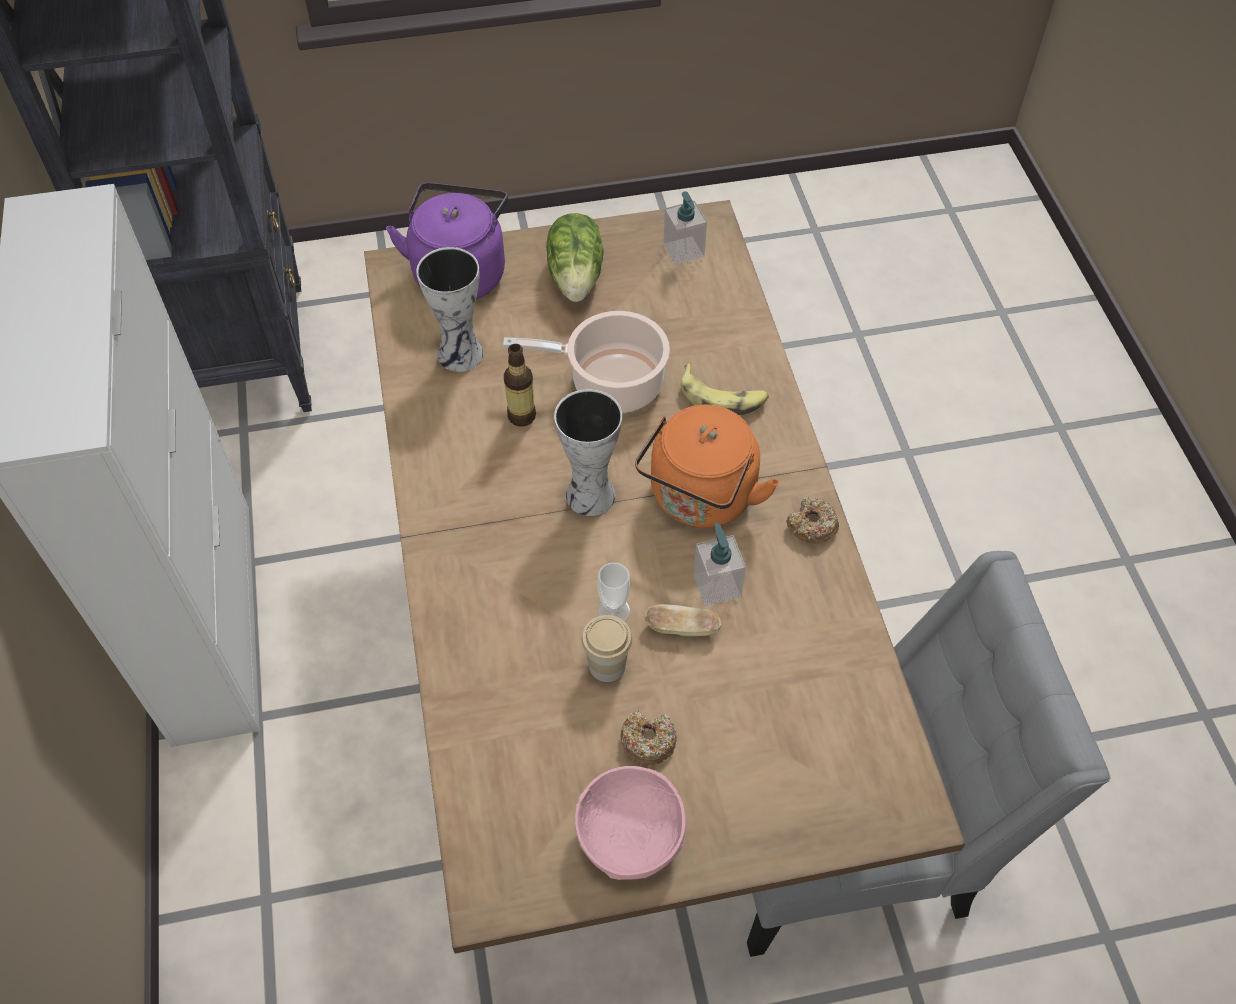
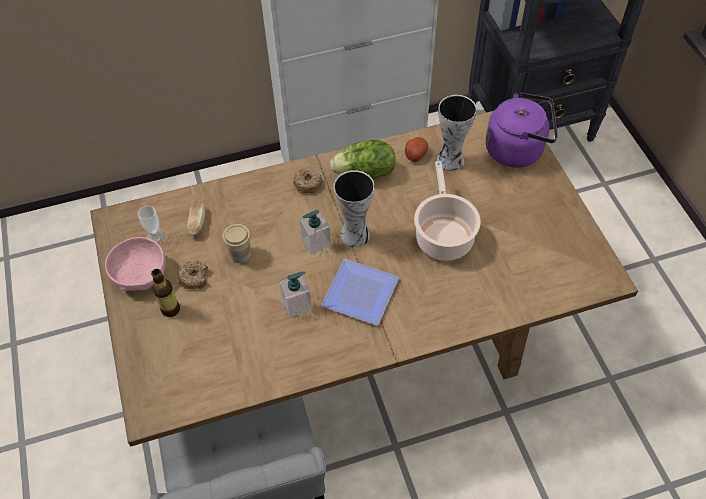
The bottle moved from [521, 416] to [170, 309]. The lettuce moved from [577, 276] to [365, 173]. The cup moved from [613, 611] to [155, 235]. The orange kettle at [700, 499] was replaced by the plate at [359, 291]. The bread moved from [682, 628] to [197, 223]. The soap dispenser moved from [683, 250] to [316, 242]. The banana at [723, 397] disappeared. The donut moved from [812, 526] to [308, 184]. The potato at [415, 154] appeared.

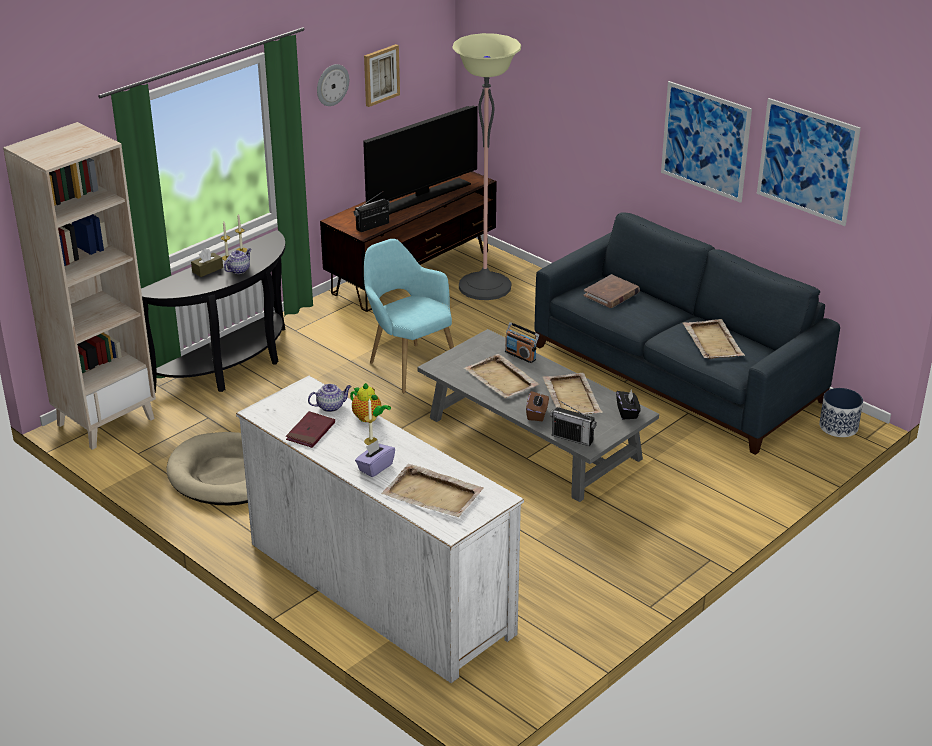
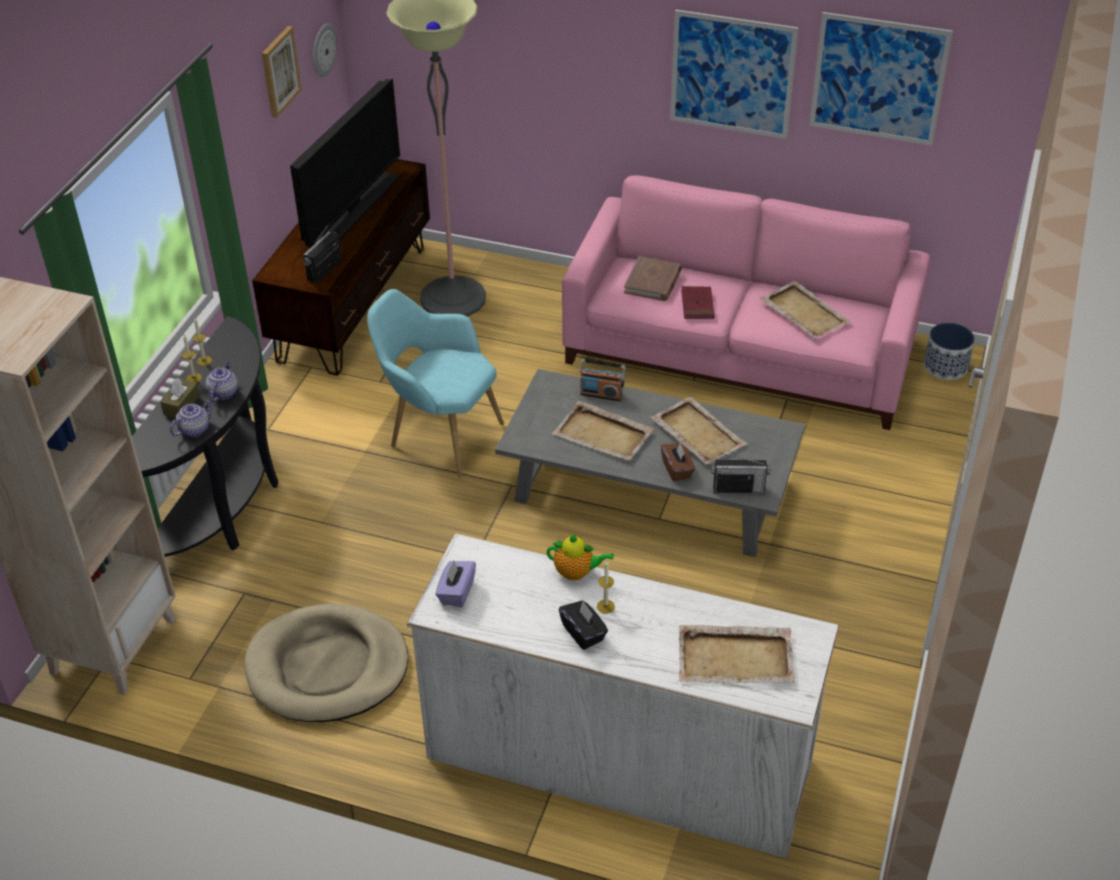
The red book moved from [310, 432] to [697, 305]. The teapot moved from [331, 406] to [195, 429]. The wall clock moved from [332, 84] to [323, 50]. The purple tissue box moved from [375, 467] to [456, 592]. The blue sofa at [676, 374] became the pink sofa at [740, 352]. The black tissue box moved from [627, 412] to [583, 633].

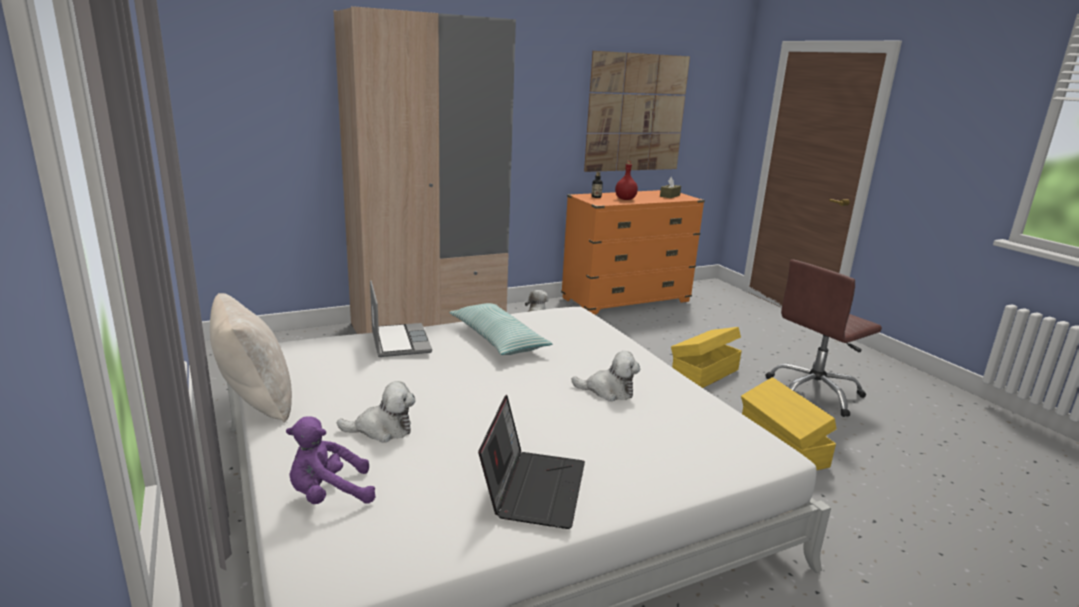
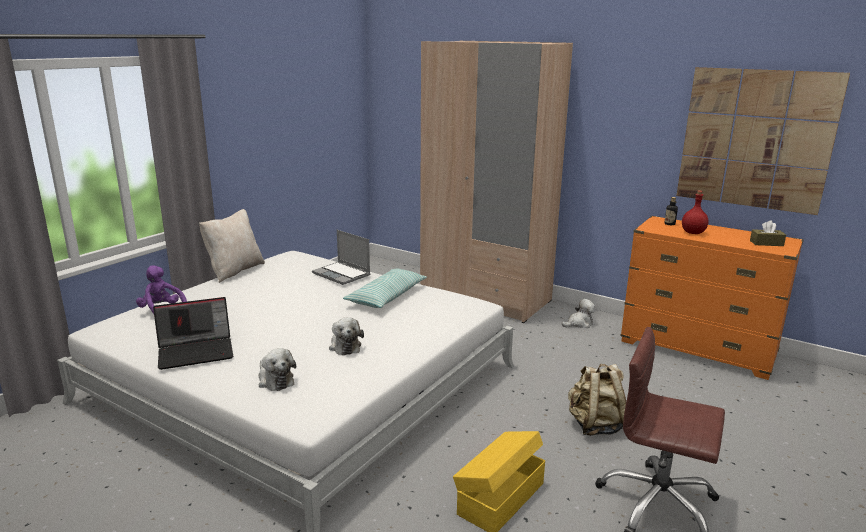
The plush toy moved from [382, 430] to [275, 380]. The laptop at [399, 341] turned 90 degrees clockwise. The yellow storage box at [703, 373] was replaced by the beige backpack at [595, 426].

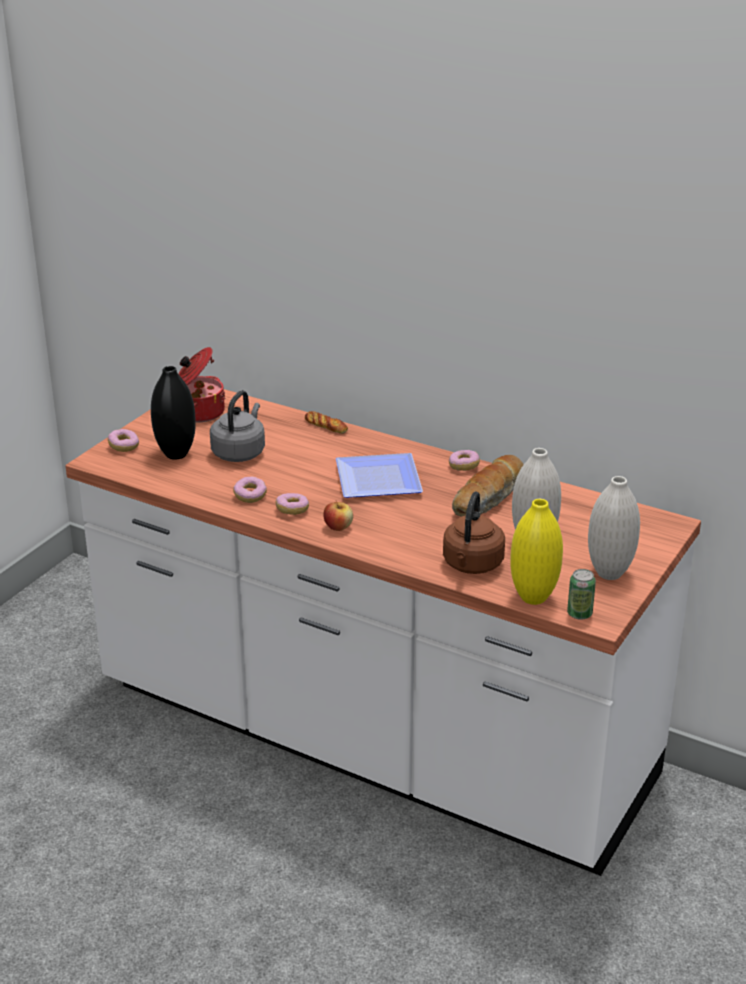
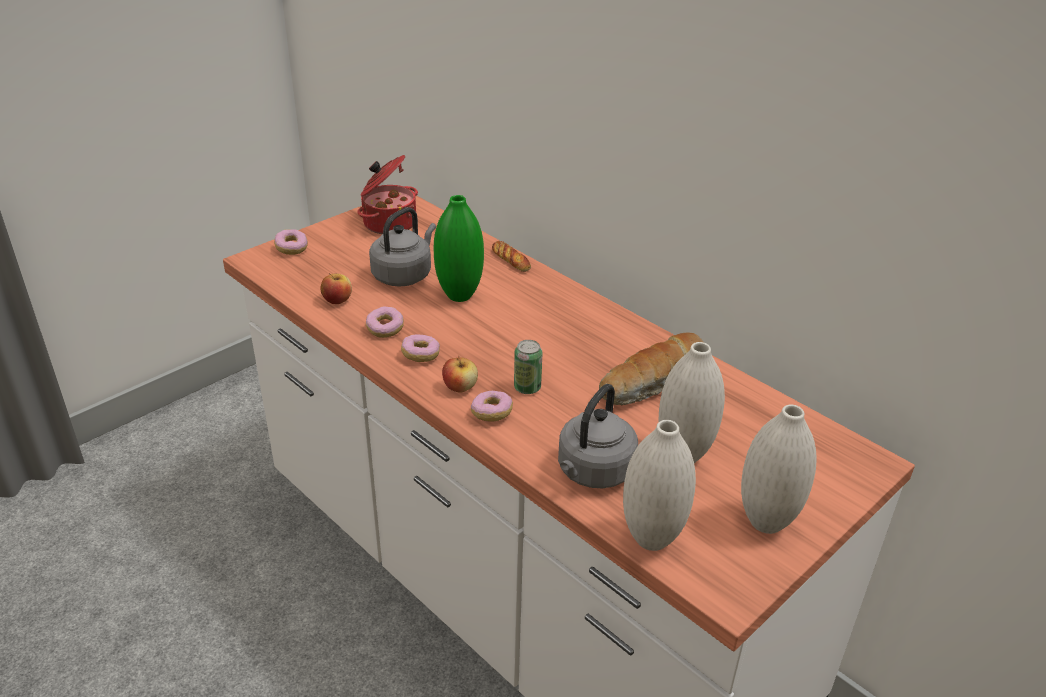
The black vase at [176, 454] disappeared. The plate at [380, 478] disappeared. The brown kettle at [472, 565] became the grey kettle at [593, 472]. The donut moved from [464, 466] to [491, 413]. The yellow vase at [533, 598] became the white vase at [651, 539]. The can moved from [579, 614] to [527, 388]. The apple at [337, 300] appeared. The green vase at [459, 295] appeared.

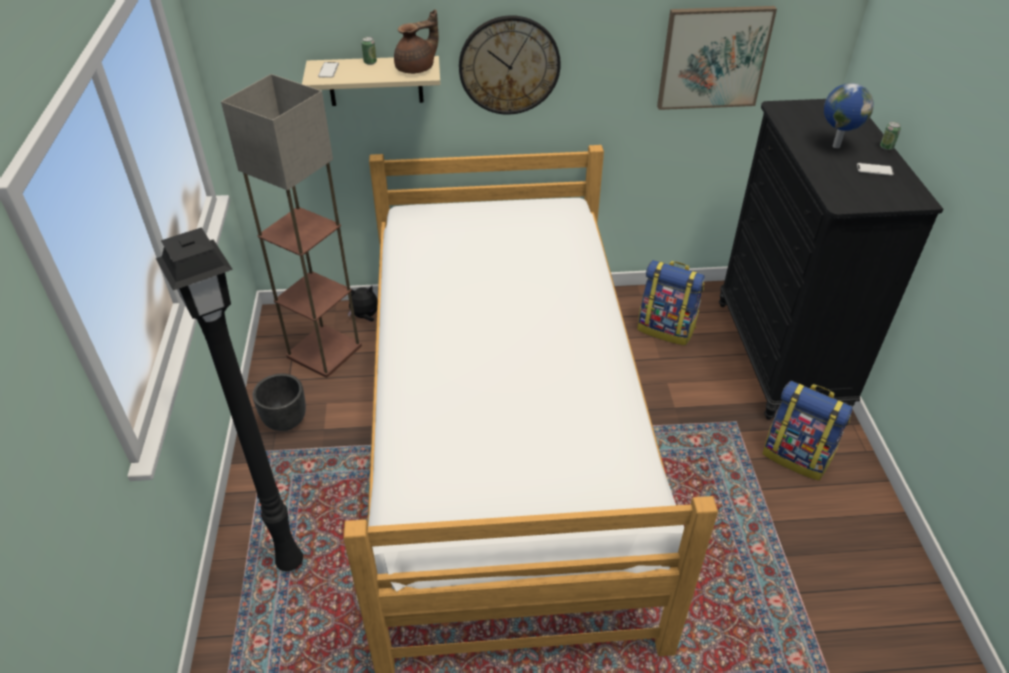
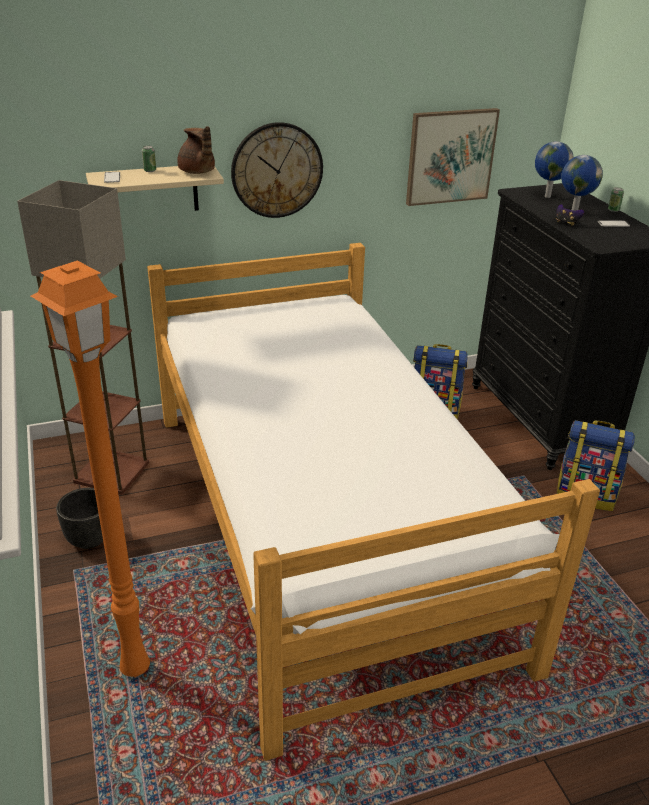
The black floor lamp at [289, 564] became the orange floor lamp at [135, 671]. The plush toy at [365, 317] disappeared. The brown teapot at [417, 68] turned 105 degrees clockwise. The globe at [546, 196] appeared. The game controller at [566, 223] appeared.

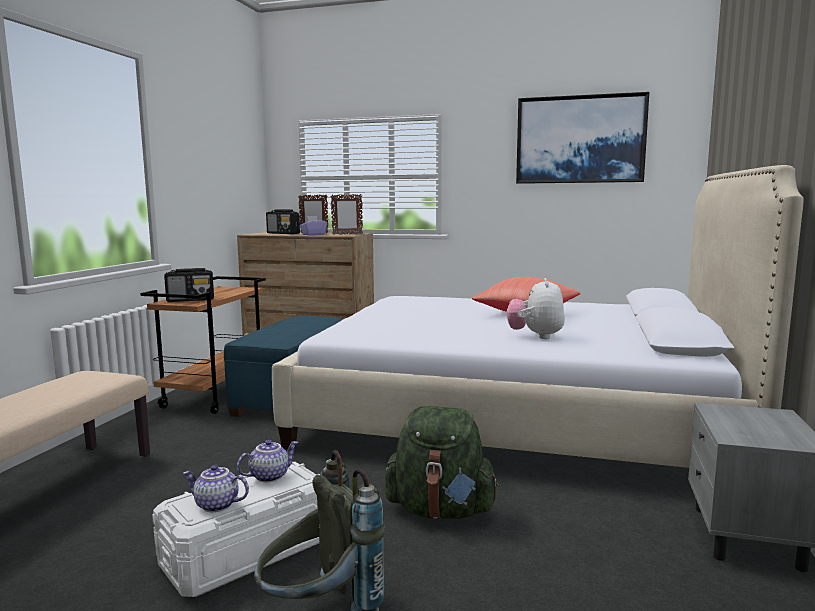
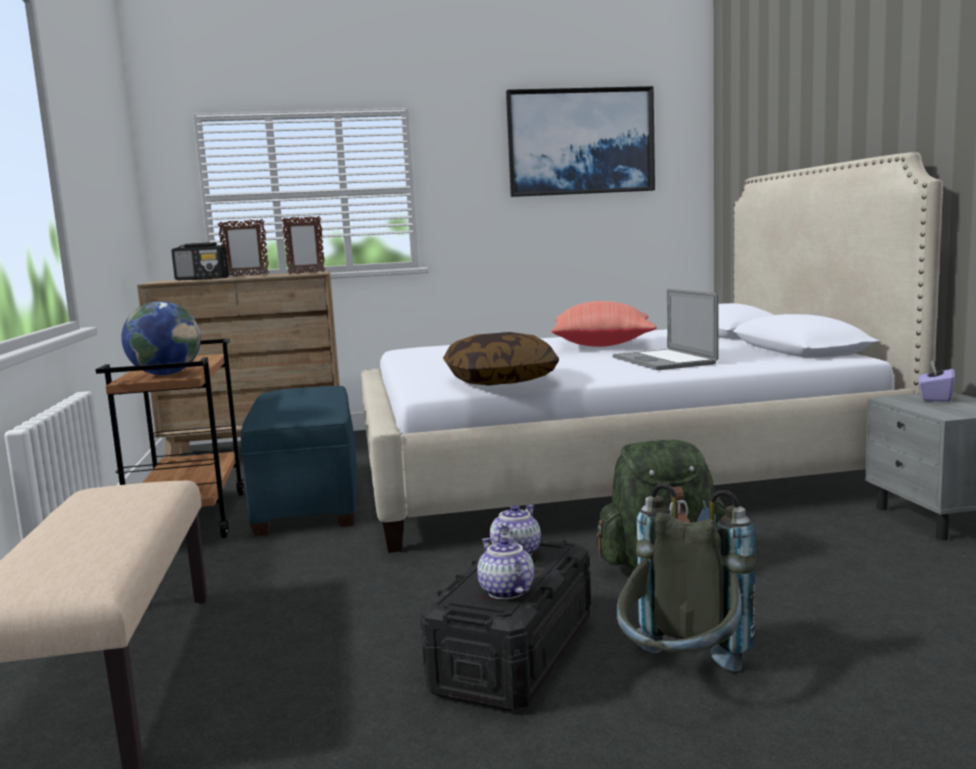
The white storage box at [247, 552] became the black storage box at [514, 654]. The radio at [191, 300] was replaced by the globe at [166, 374]. The teapot at [216, 505] turned 75 degrees clockwise. The purple tissue box moved from [313, 234] to [935, 398]. The plush toy at [535, 336] was replaced by the laptop at [663, 360]. The pillow at [500, 380] appeared.

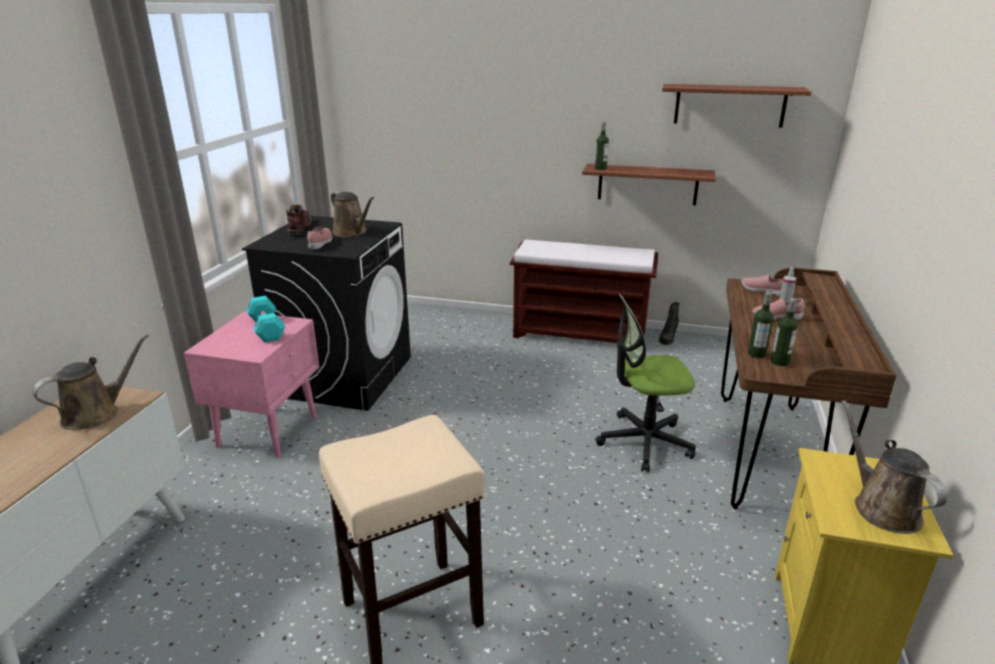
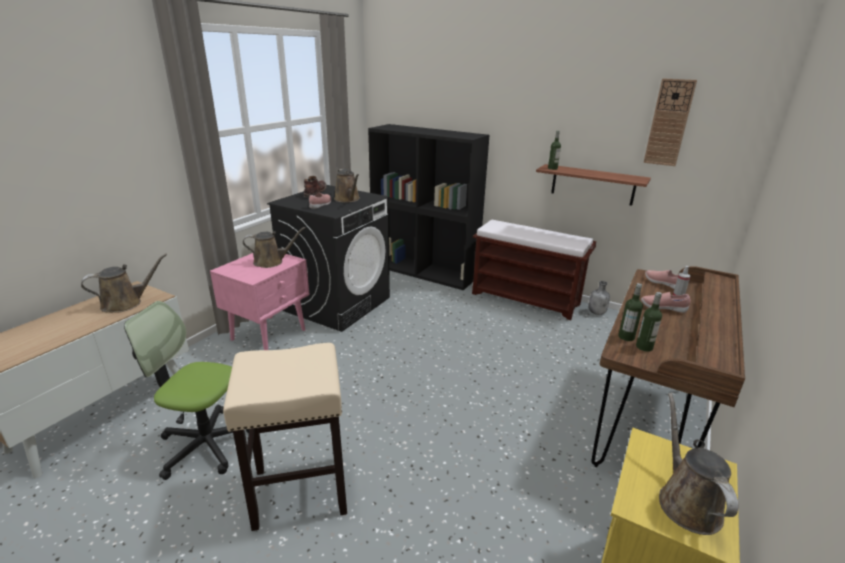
The turquoise dumbbell at [267, 329] was replaced by the brown watering can at [271, 262]. The office chair moved from [644, 442] to [206, 444]. The black boot at [667, 339] was replaced by the grey bottle at [597, 313]. The shelf at [729, 105] was replaced by the wall clock at [669, 123]. The black bookcase at [425, 271] appeared.

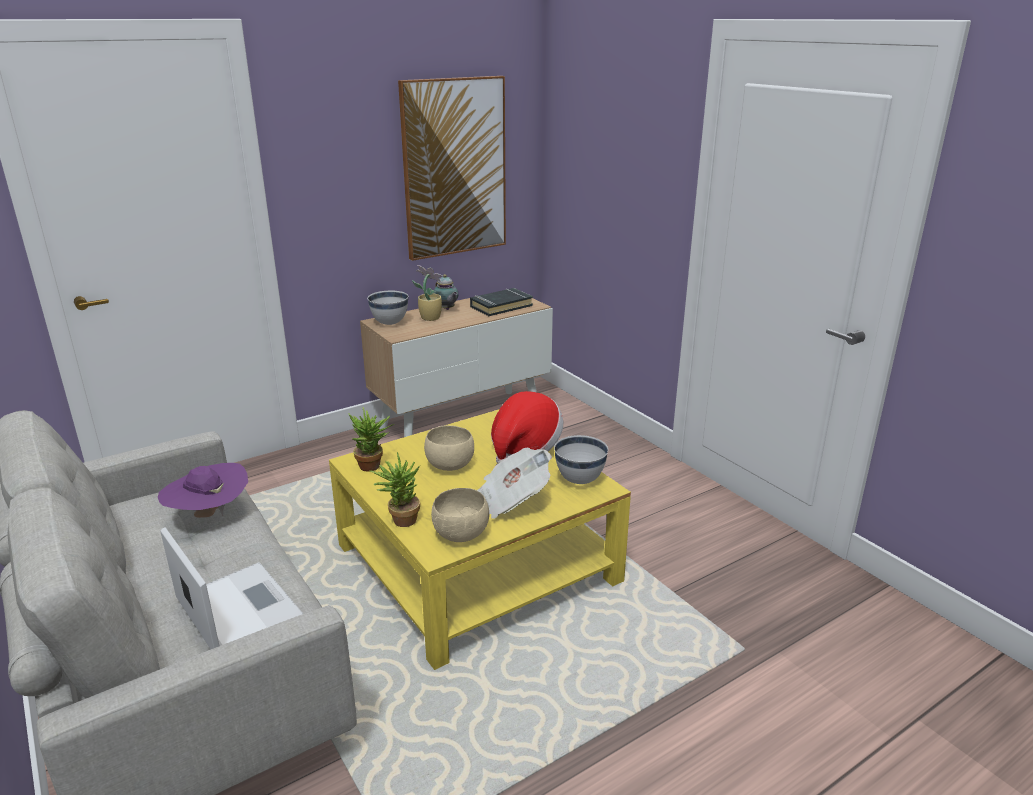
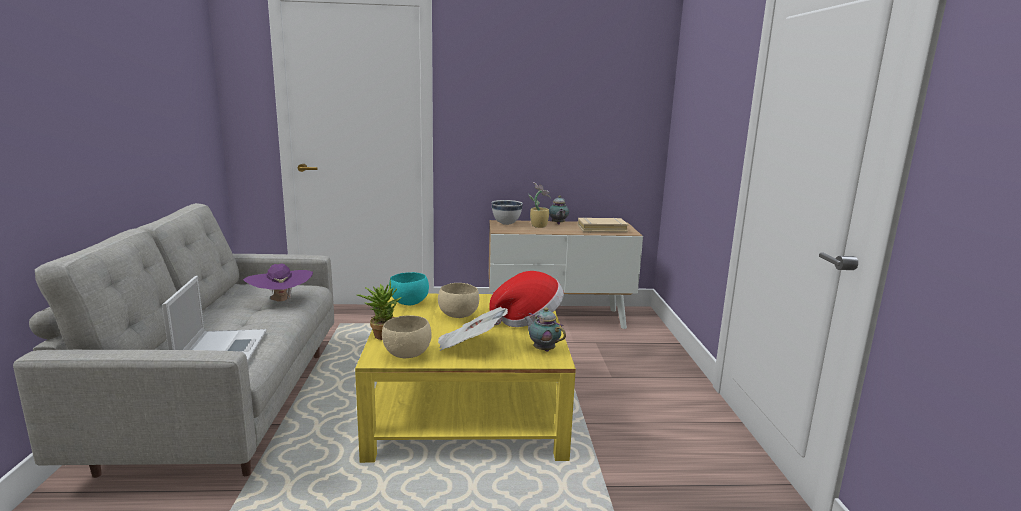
The potted plant at [374, 466] was replaced by the turquoise bowl at [408, 303]. The picture at [454, 168] disappeared. The black book at [501, 306] became the beige book at [601, 229]. The white bowl at [580, 480] was replaced by the teapot at [543, 349].

